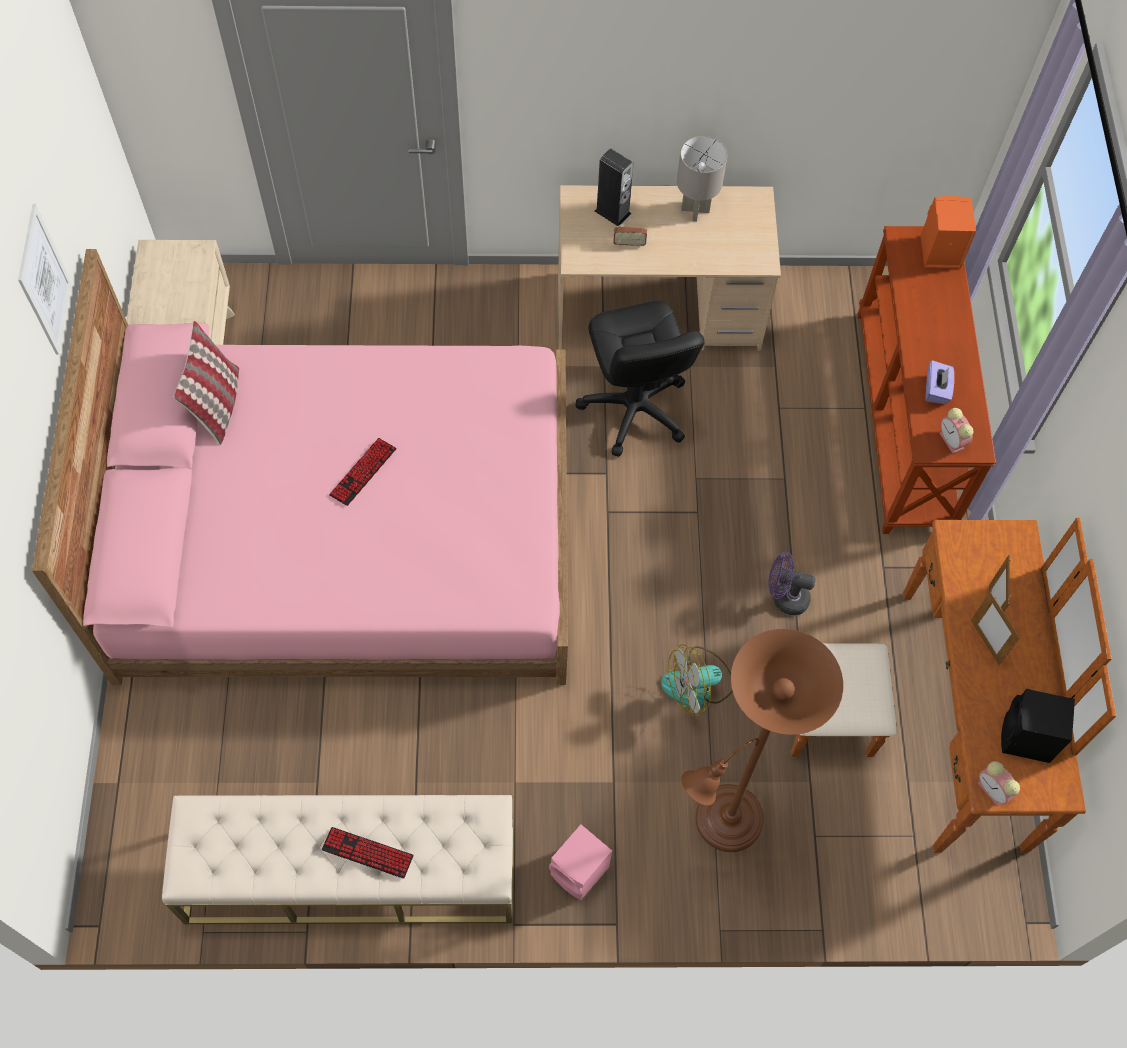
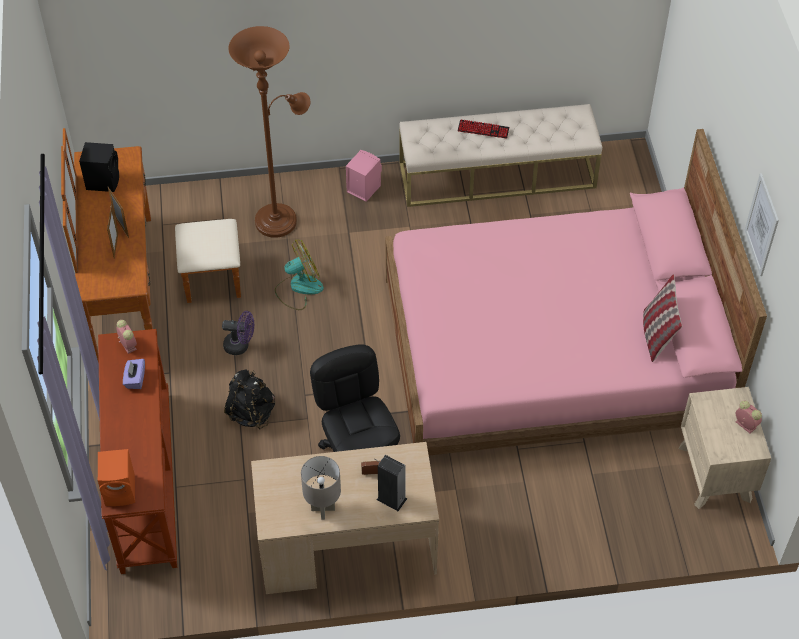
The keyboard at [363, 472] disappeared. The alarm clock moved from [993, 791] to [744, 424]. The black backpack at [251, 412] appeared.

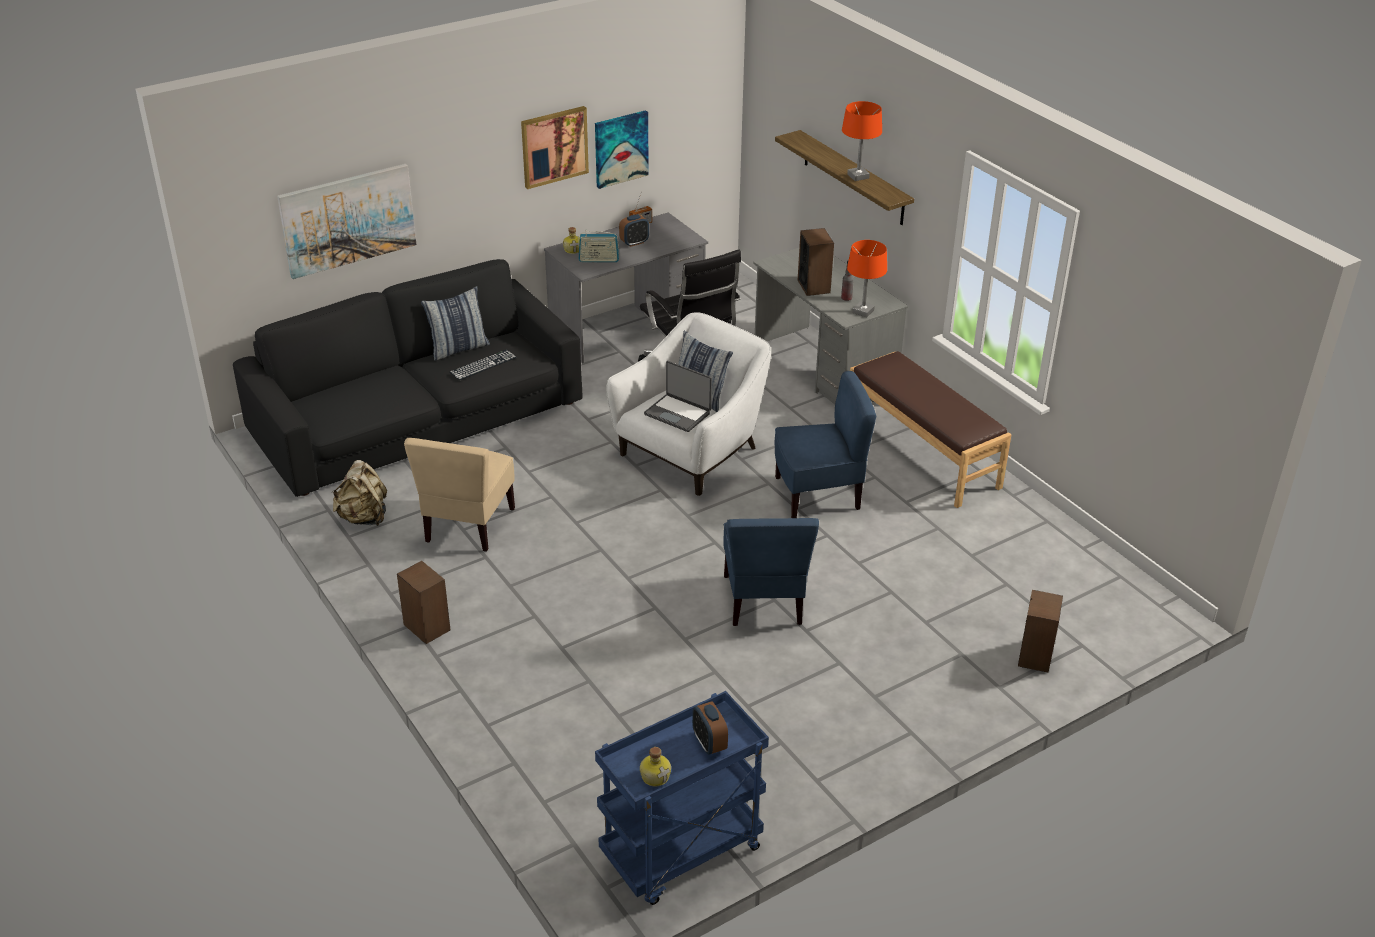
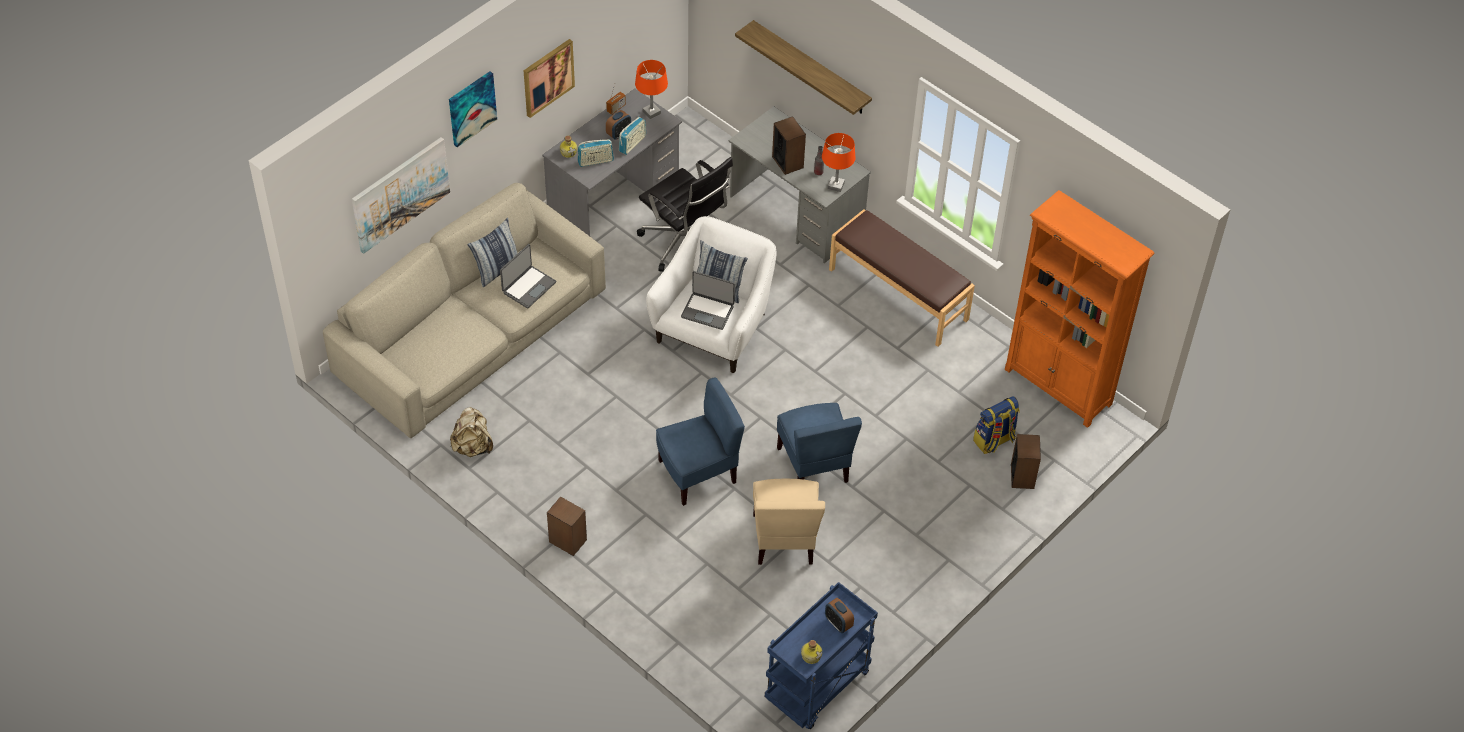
The black sofa at [417, 417] became the beige sofa at [472, 333]. The beige chair moved from [468, 525] to [784, 539]. The keyboard at [483, 365] was replaced by the laptop at [528, 287]. The picture moved from [620, 148] to [471, 108]. The blue chair moved from [818, 495] to [698, 473]. The orange table lamp moved from [858, 176] to [652, 112]. The radio at [632, 143] appeared. The backpack at [994, 441] appeared. The orange bookcase at [1058, 387] appeared.

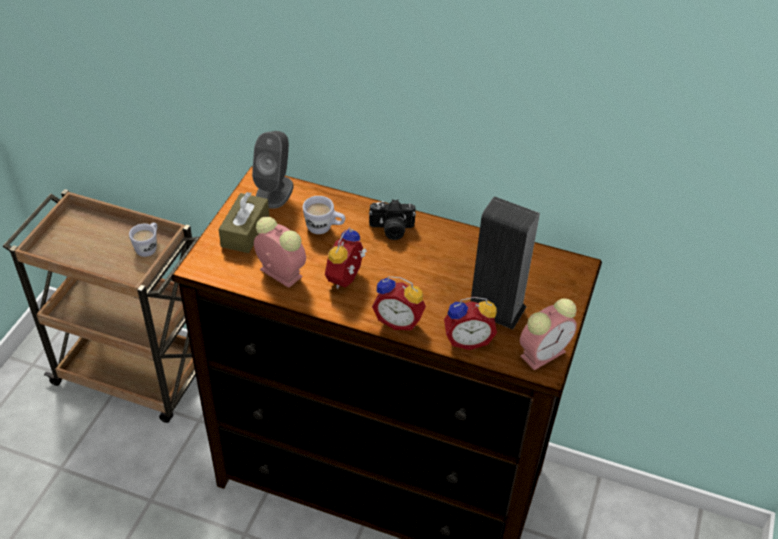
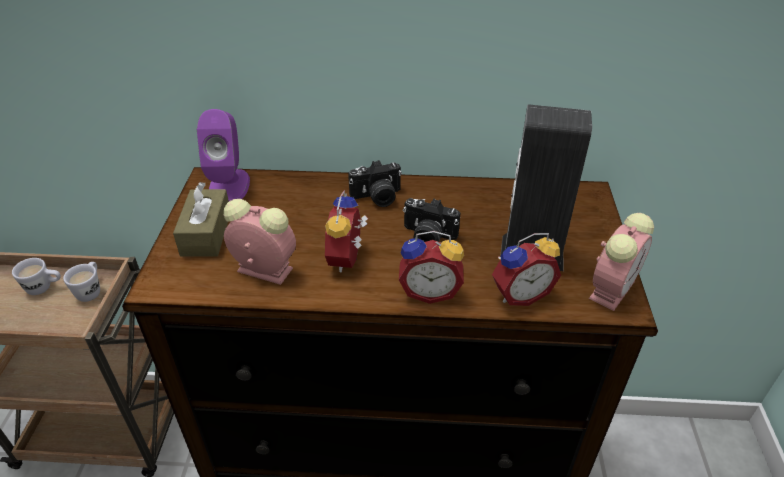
The grey speaker at [274, 191] became the purple speaker at [229, 186]. The white mug moved from [324, 228] to [44, 288]. The photo camera at [427, 237] appeared.

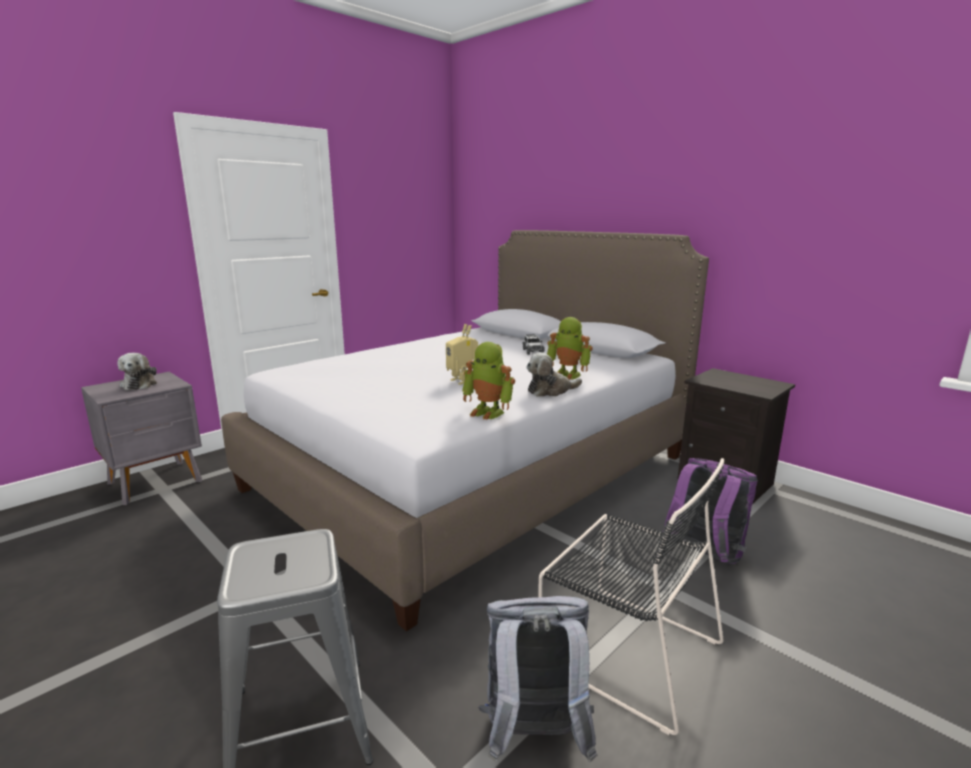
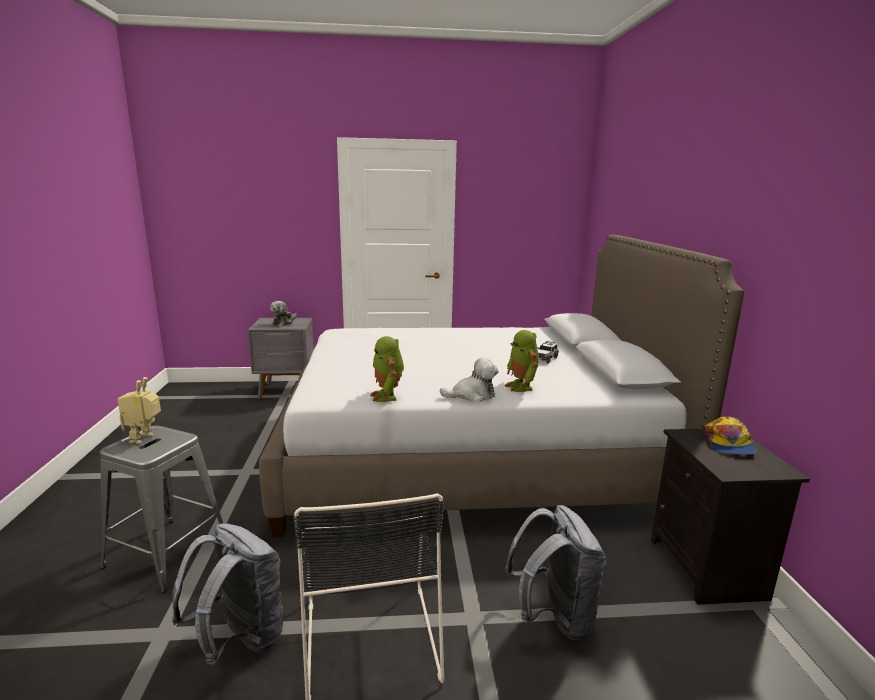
The toy robot moved from [462, 381] to [145, 438]. The plush toy at [550, 391] turned 150 degrees clockwise. The purple backpack at [704, 556] became the grey backpack at [554, 616]. The cap at [728, 444] appeared.

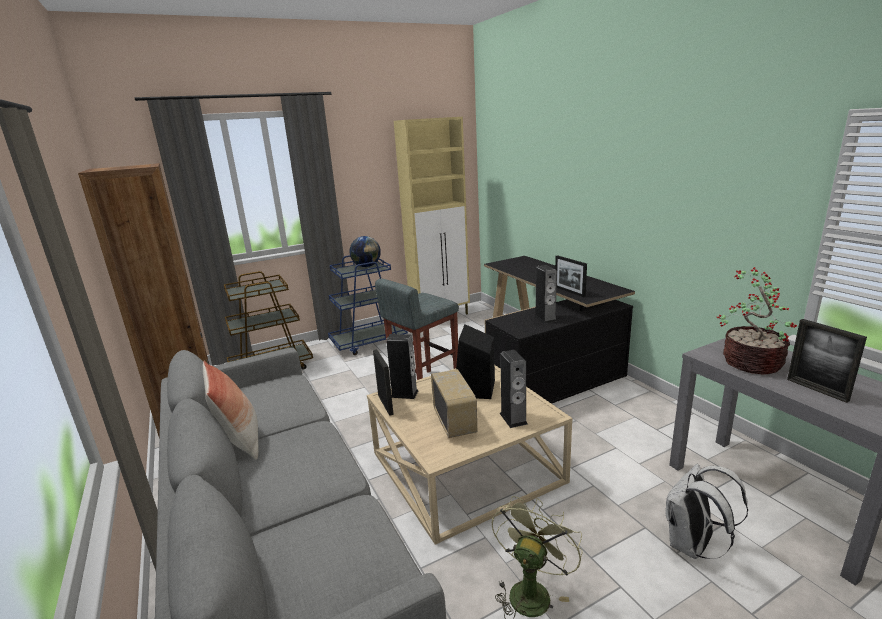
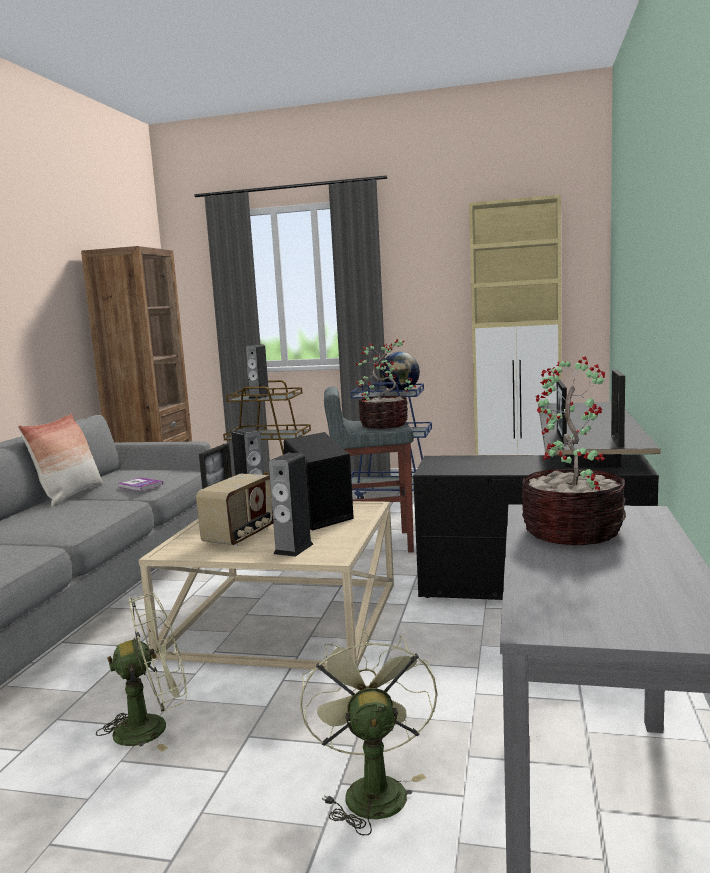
The speaker moved from [545, 319] to [259, 397]. The white backpack at [692, 546] was replaced by the green fan at [371, 789]. The picture frame moved from [817, 390] to [617, 441]. The book at [140, 485] appeared. The potted plant at [385, 424] appeared.

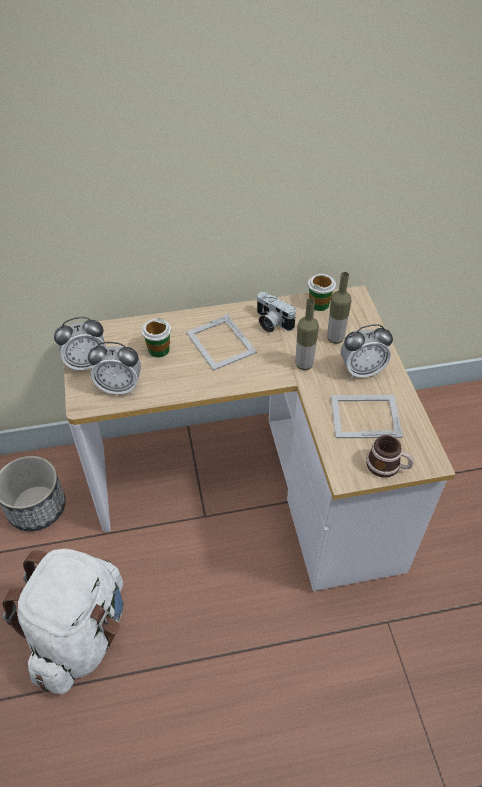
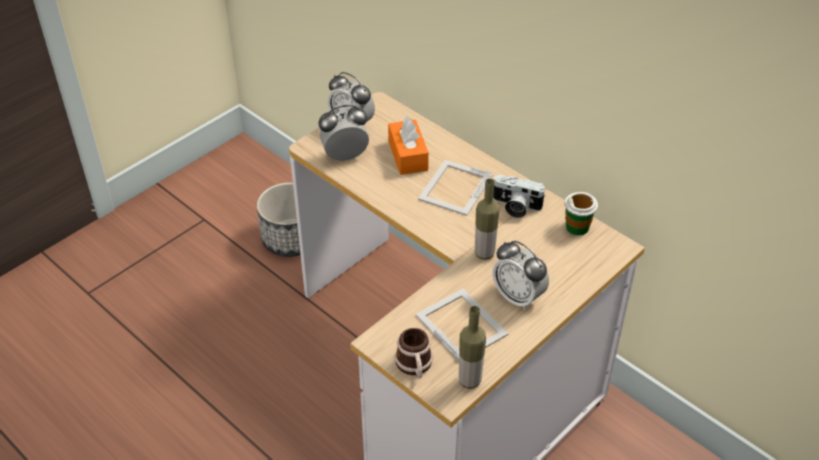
The white backpack at [80, 634] disappeared. The alarm clock at [119, 387] turned 105 degrees clockwise. The cup at [158, 350] was replaced by the orange tissue box at [408, 155]. The photo camera at [271, 323] turned 75 degrees counterclockwise. The bottle moved from [335, 338] to [469, 380].

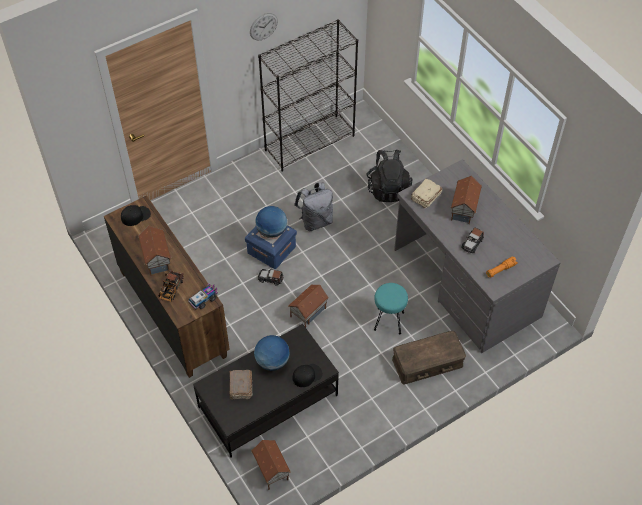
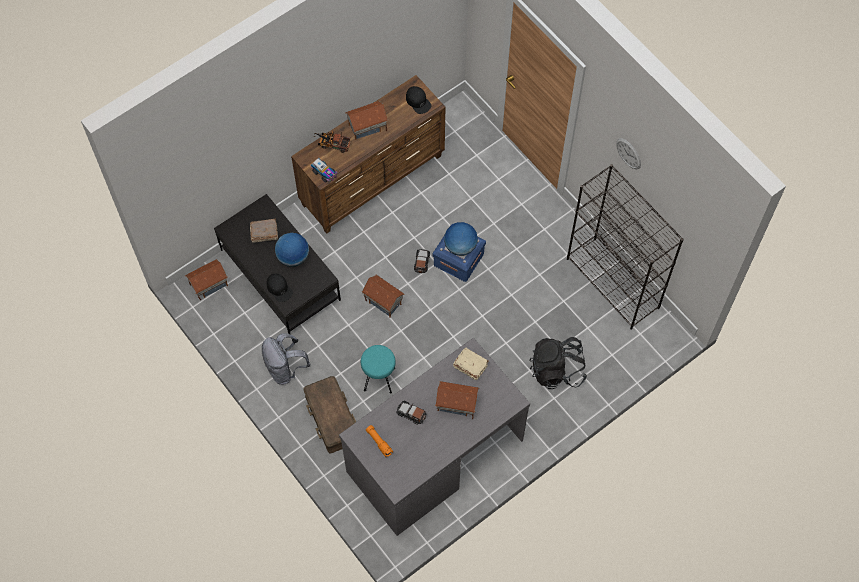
The grey backpack moved from [315, 221] to [285, 368].

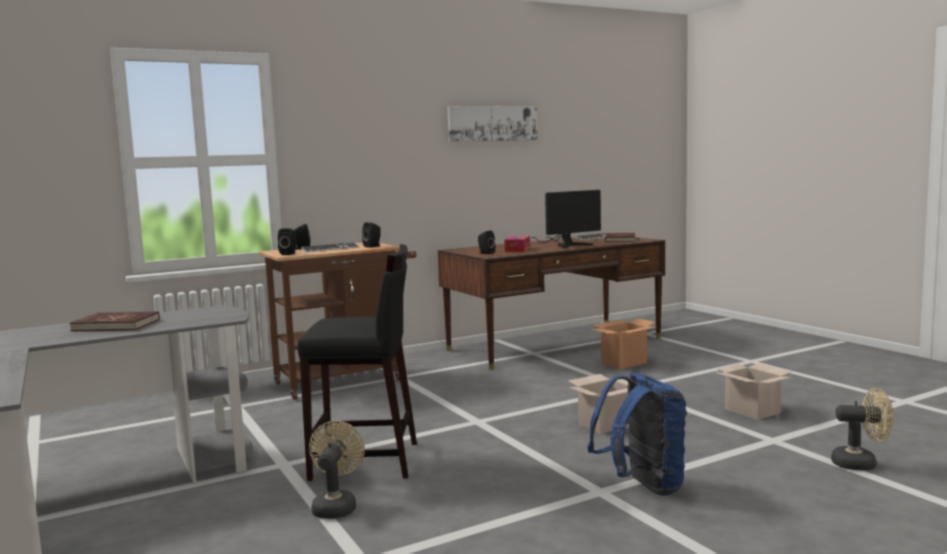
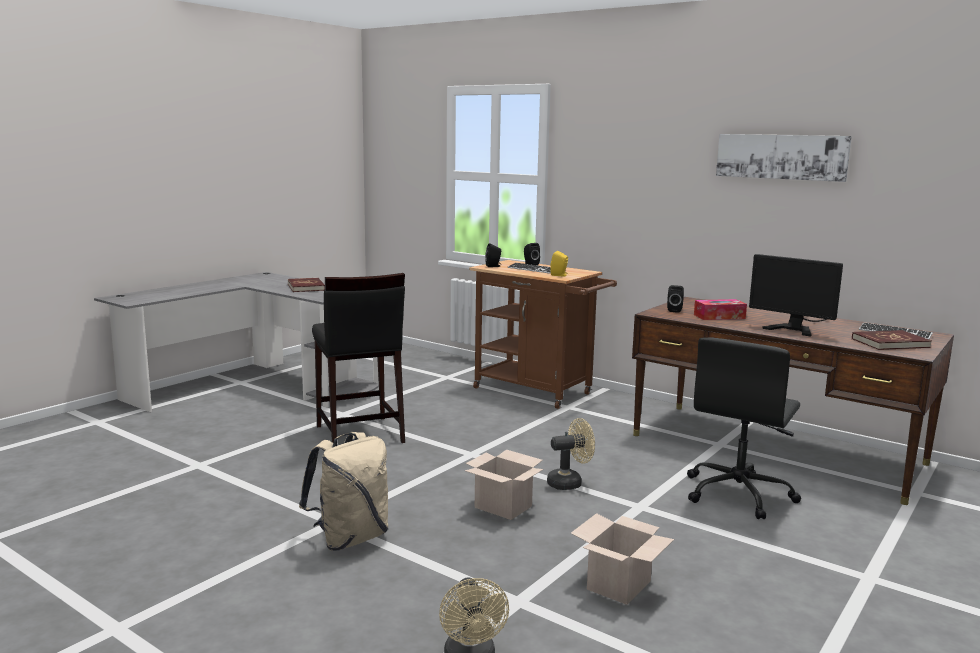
The beige fan moved from [336, 506] to [569, 482]. The black speaker at [373, 246] became the yellow speaker at [559, 275]. The blue backpack at [642, 486] became the beige backpack at [350, 538]. The cardboard box at [623, 363] was replaced by the black office chair at [738, 494].

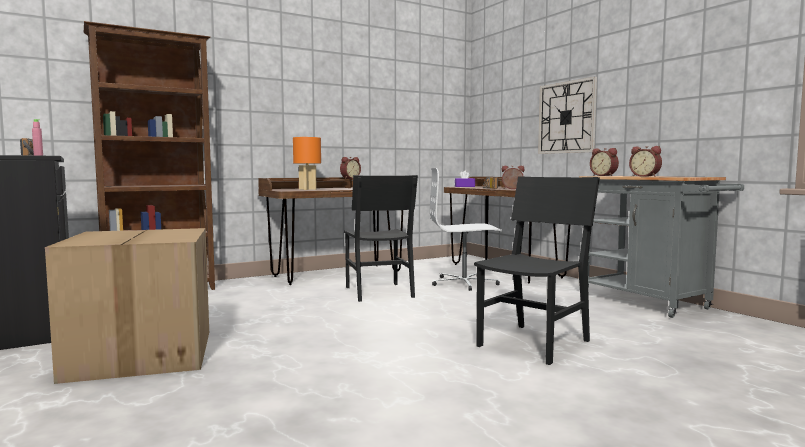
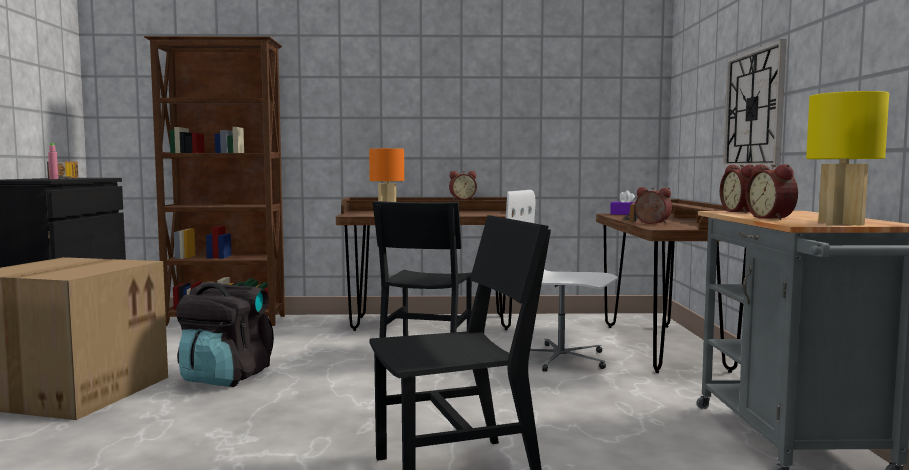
The black backpack at [225, 377] appeared. The yellow table lamp at [841, 223] appeared.

